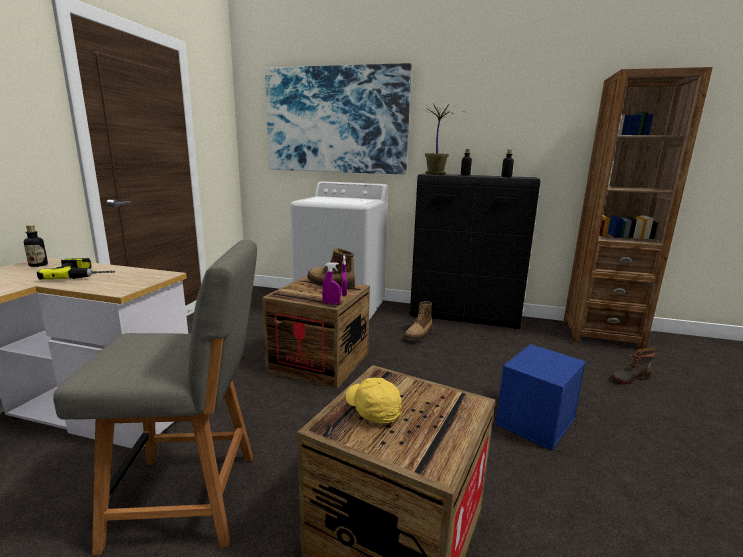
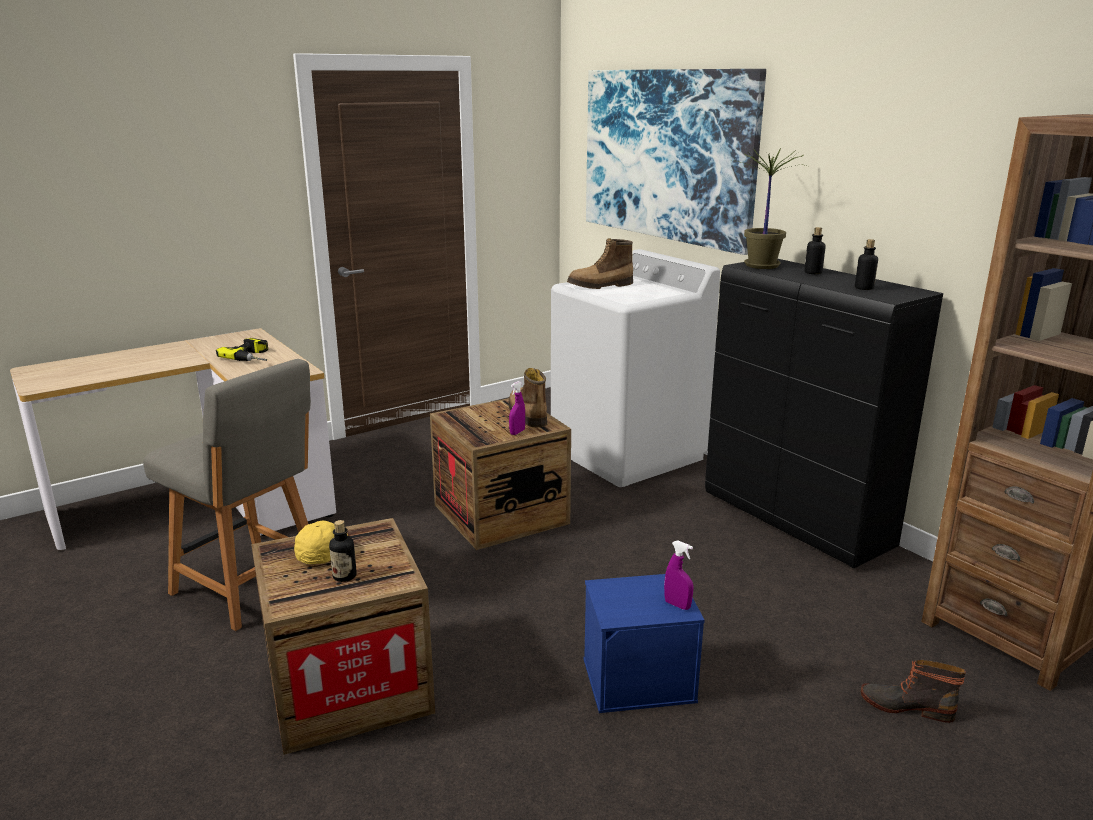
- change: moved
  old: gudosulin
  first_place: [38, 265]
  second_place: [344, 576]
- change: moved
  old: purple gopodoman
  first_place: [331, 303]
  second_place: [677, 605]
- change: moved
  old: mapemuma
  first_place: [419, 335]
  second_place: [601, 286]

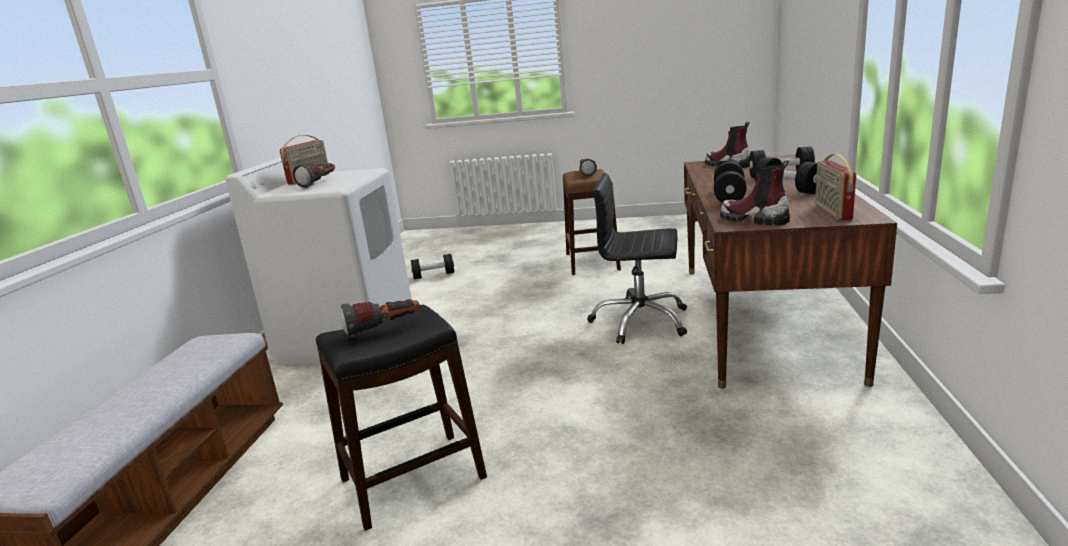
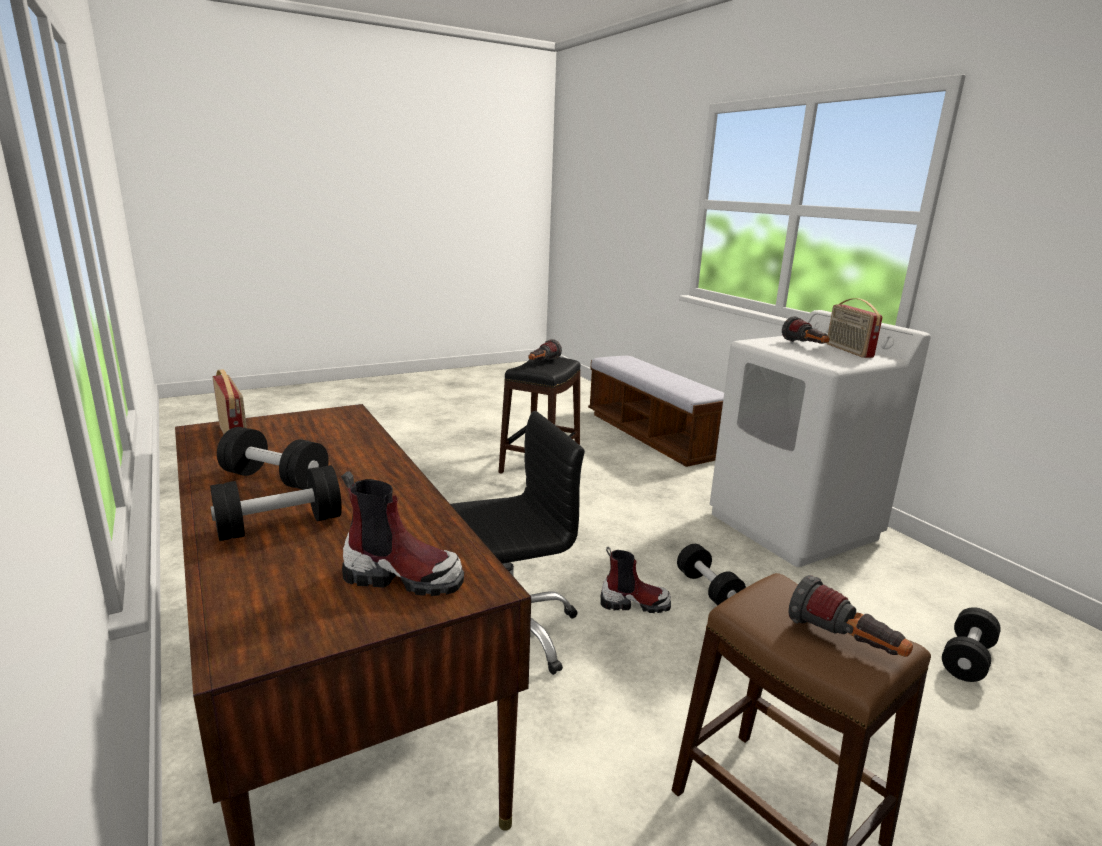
- change: moved
  old: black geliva
  first_place: [729, 196]
  second_place: [708, 589]
- change: moved
  old: mapemuma
  first_place: [753, 219]
  second_place: [634, 603]

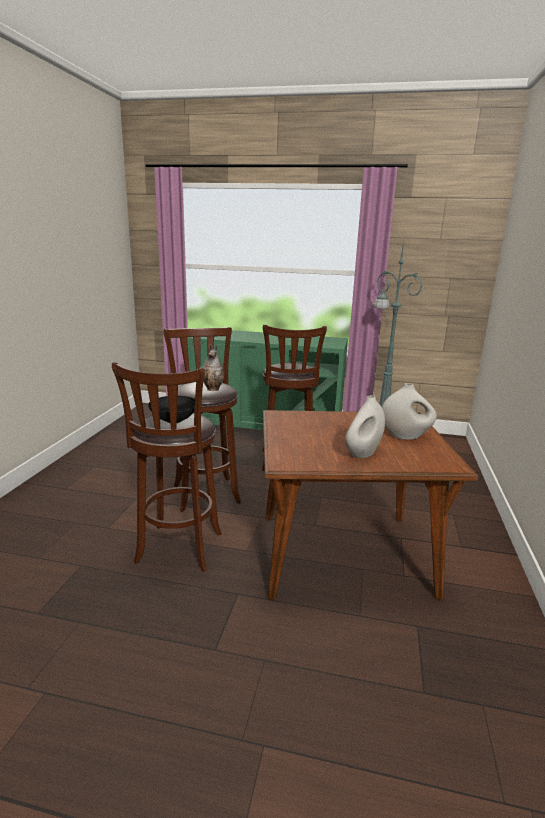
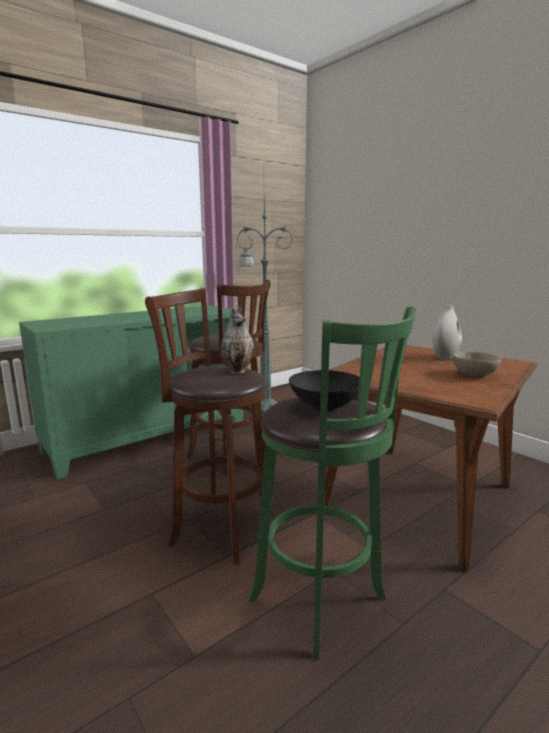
- change: recoloured
  old: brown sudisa
  new: green sudisa
  first_place: [178, 550]
  second_place: [323, 602]
- change: replaced
  old: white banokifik
  new: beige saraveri
  first_place: [363, 453]
  second_place: [474, 375]

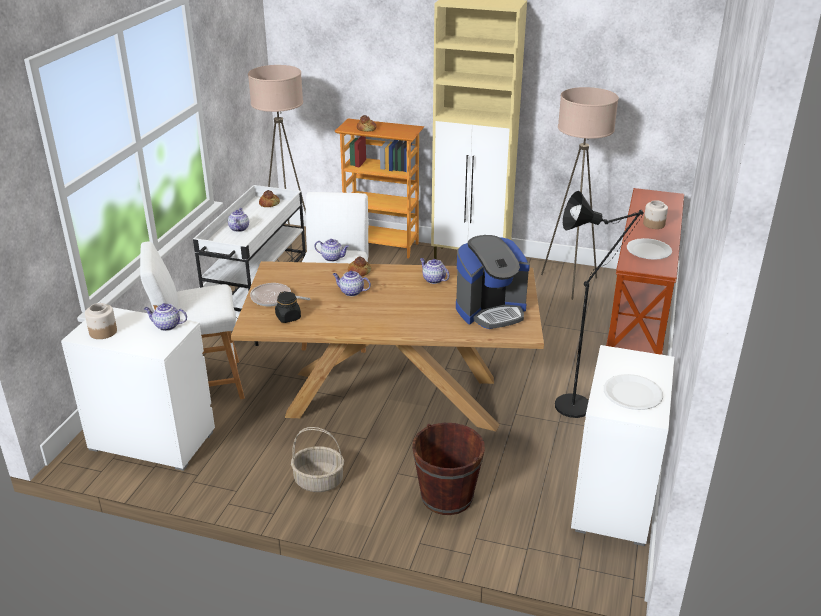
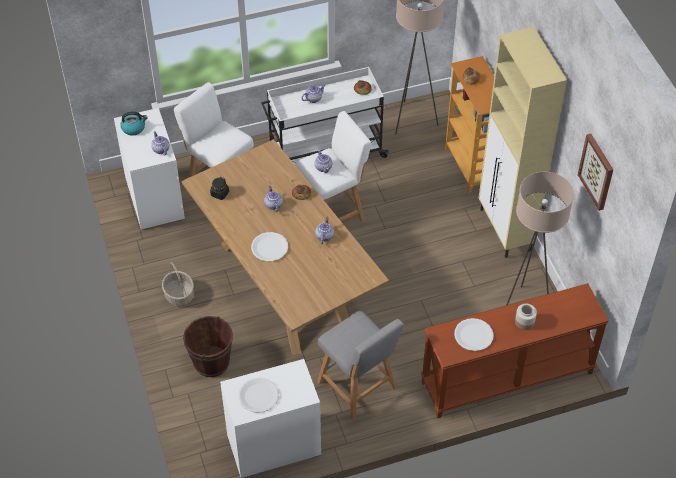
- change: replaced
  old: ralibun
  new: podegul
  first_place: [102, 332]
  second_place: [134, 128]
- change: removed
  old: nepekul
  first_place: [273, 298]
- change: removed
  old: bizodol
  first_place: [491, 311]
- change: replaced
  old: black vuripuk
  new: grey sudisa
  first_place: [580, 405]
  second_place: [359, 388]
- change: added
  new: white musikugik
  second_place: [269, 247]
- change: added
  new: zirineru
  second_place: [597, 171]

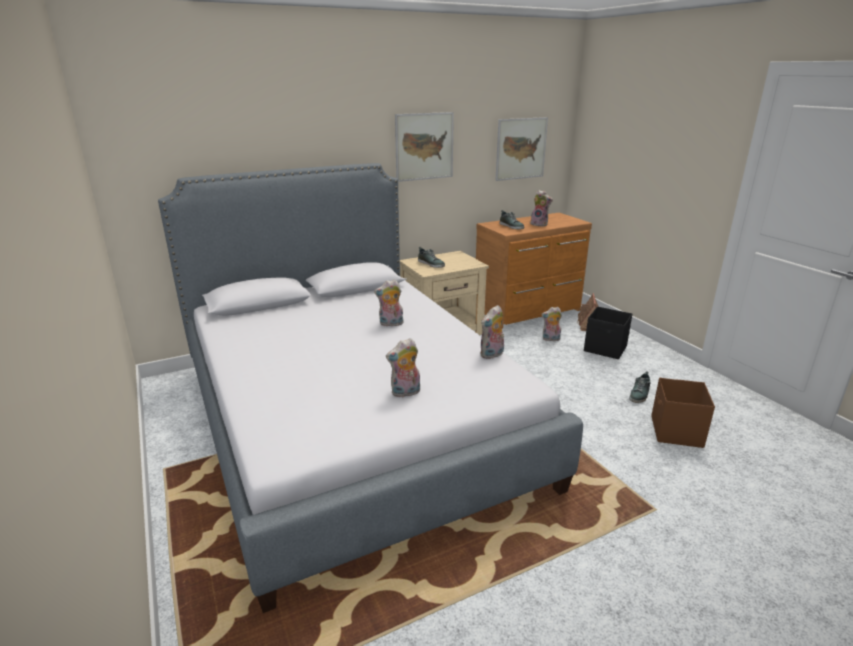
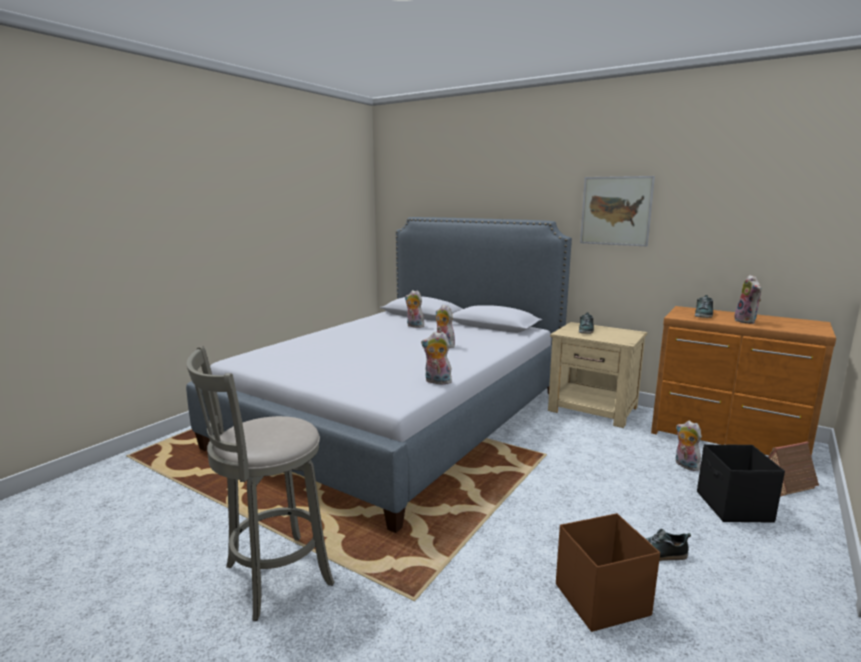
- change: moved
  old: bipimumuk
  first_place: [405, 393]
  second_place: [414, 326]
- change: removed
  old: zirineru
  first_place: [521, 148]
- change: added
  new: grey sudisa
  second_place: [272, 577]

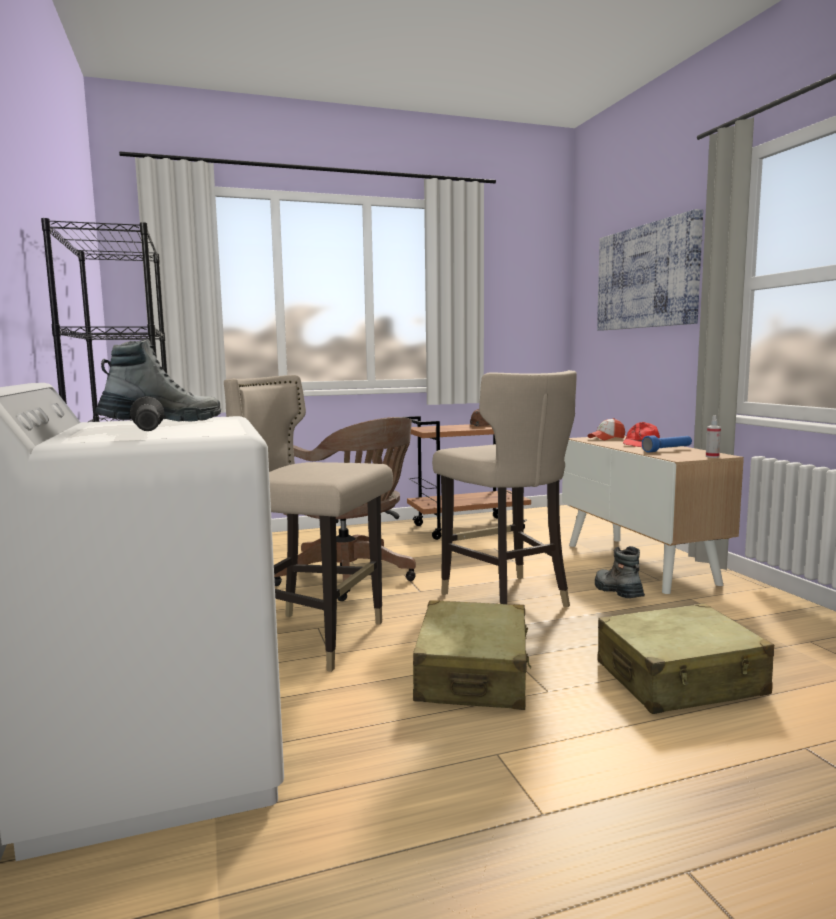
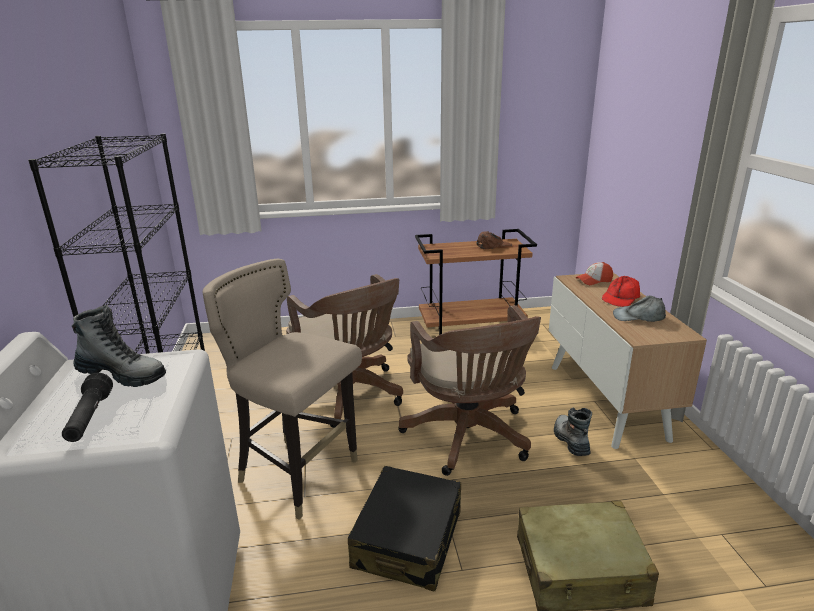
- change: turned
  old: mapemuma
  first_place: [162, 422]
  second_place: [122, 374]
  degrees: 45
- change: recoloured
  old: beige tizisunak
  new: black tizisunak
  first_place: [473, 675]
  second_place: [408, 539]
- change: replaced
  old: beige sudisa
  new: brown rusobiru
  first_place: [505, 598]
  second_place: [469, 438]
- change: removed
  old: zirineru
  first_place: [648, 277]
- change: replaced
  old: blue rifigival
  new: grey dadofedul
  first_place: [667, 450]
  second_place: [638, 316]
- change: removed
  old: gopodoman
  first_place: [712, 456]

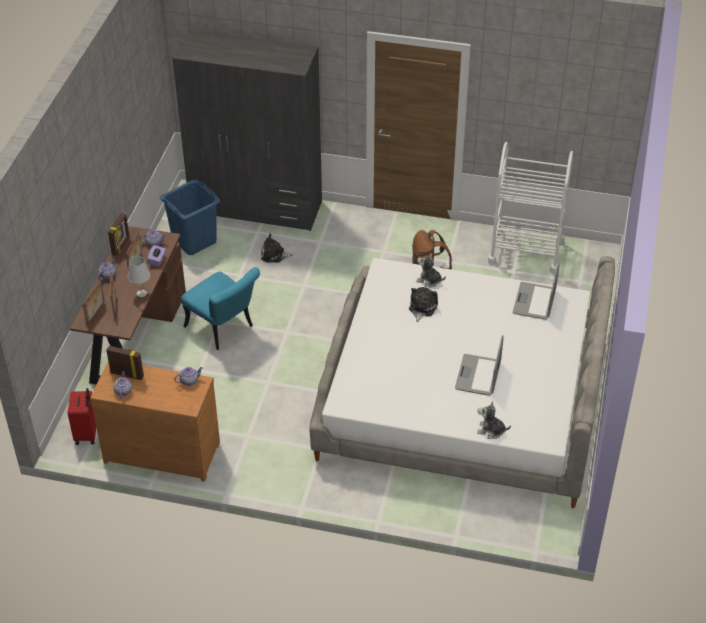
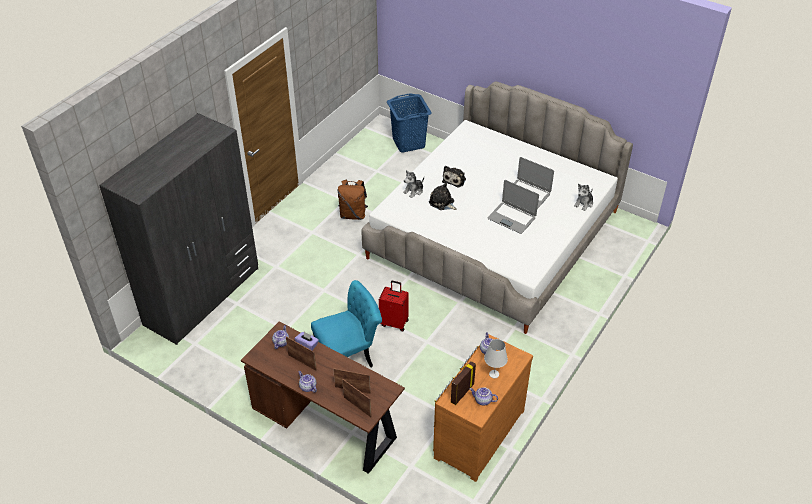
- change: moved
  old: red tizisunak
  first_place: [87, 434]
  second_place: [394, 322]
- change: removed
  old: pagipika
  first_place: [121, 246]
- change: moved
  old: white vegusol
  first_place: [141, 293]
  second_place: [494, 374]
- change: moved
  old: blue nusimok
  first_place: [195, 241]
  second_place: [409, 143]
- change: moved
  old: bipimumuk
  first_place: [274, 255]
  second_place: [455, 179]
- change: removed
  old: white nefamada
  first_place: [526, 251]
- change: moved
  old: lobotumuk
  first_place: [535, 301]
  second_place: [511, 218]

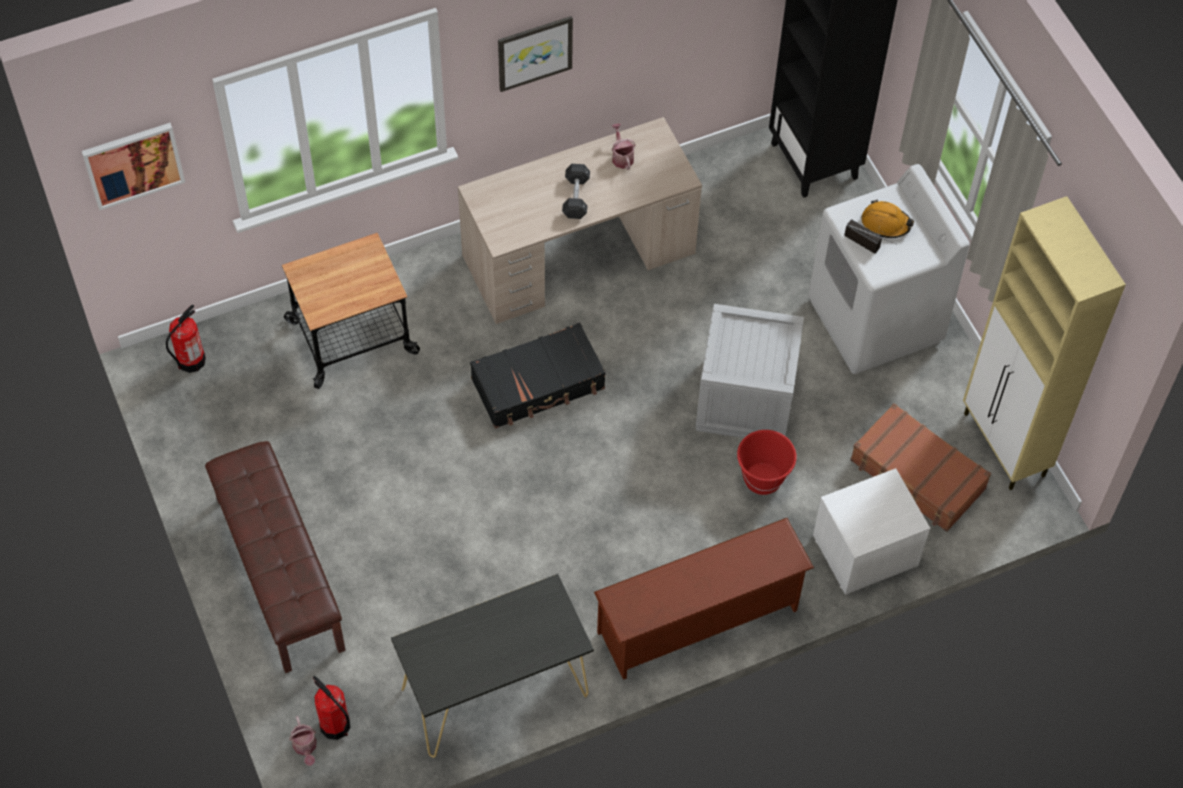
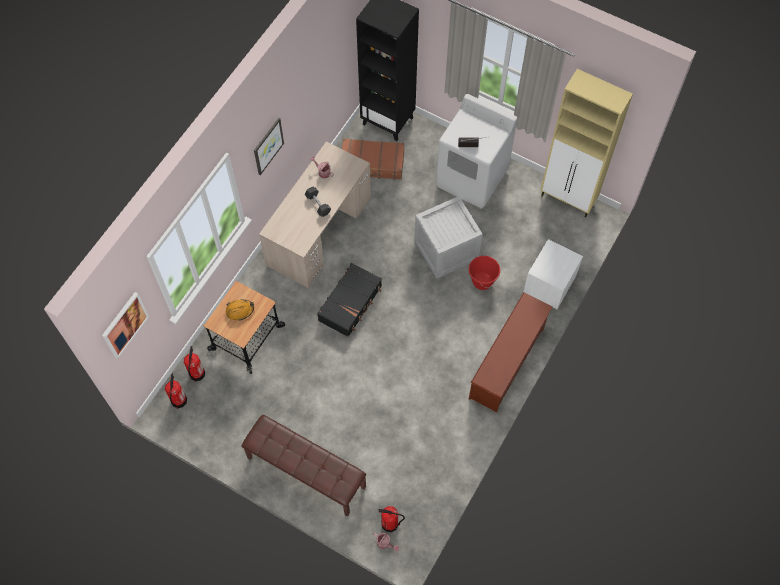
- change: removed
  old: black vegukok
  first_place: [494, 692]
- change: moved
  old: brown tizisunak
  first_place: [917, 476]
  second_place: [372, 164]
- change: moved
  old: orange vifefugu
  first_place: [885, 223]
  second_place: [240, 310]
- change: added
  new: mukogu
  second_place: [197, 374]

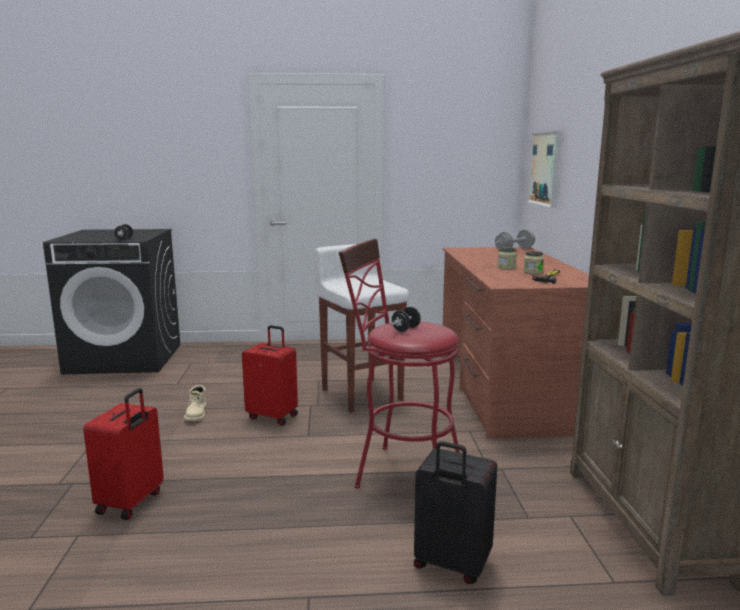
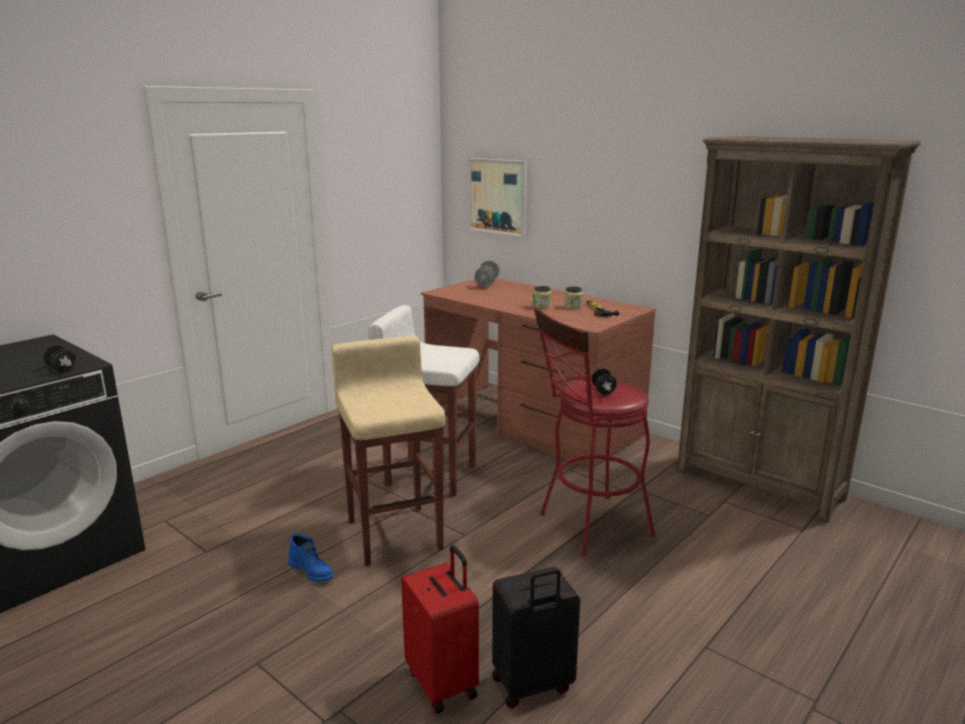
- change: recoloured
  old: beige mapemuma
  new: blue mapemuma
  first_place: [197, 414]
  second_place: [312, 571]
- change: replaced
  old: red tizisunak
  new: beige sudisa
  first_place: [273, 416]
  second_place: [395, 533]
- change: moved
  old: black tizisunak
  first_place: [451, 565]
  second_place: [532, 686]

